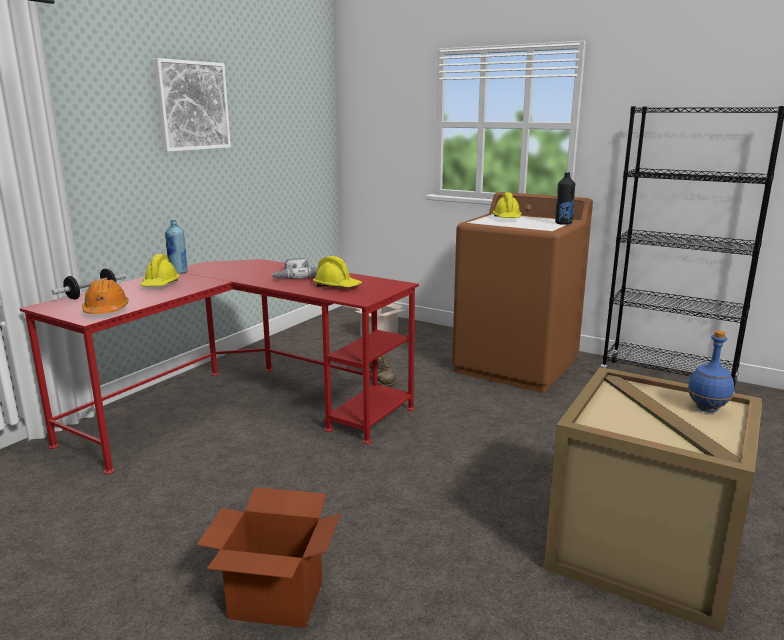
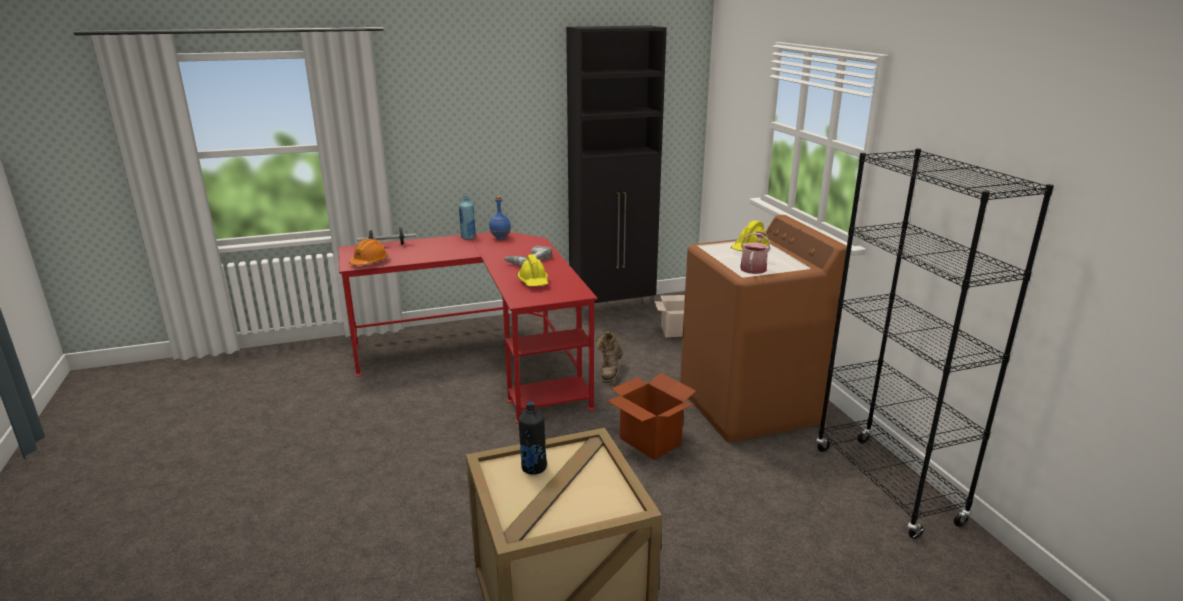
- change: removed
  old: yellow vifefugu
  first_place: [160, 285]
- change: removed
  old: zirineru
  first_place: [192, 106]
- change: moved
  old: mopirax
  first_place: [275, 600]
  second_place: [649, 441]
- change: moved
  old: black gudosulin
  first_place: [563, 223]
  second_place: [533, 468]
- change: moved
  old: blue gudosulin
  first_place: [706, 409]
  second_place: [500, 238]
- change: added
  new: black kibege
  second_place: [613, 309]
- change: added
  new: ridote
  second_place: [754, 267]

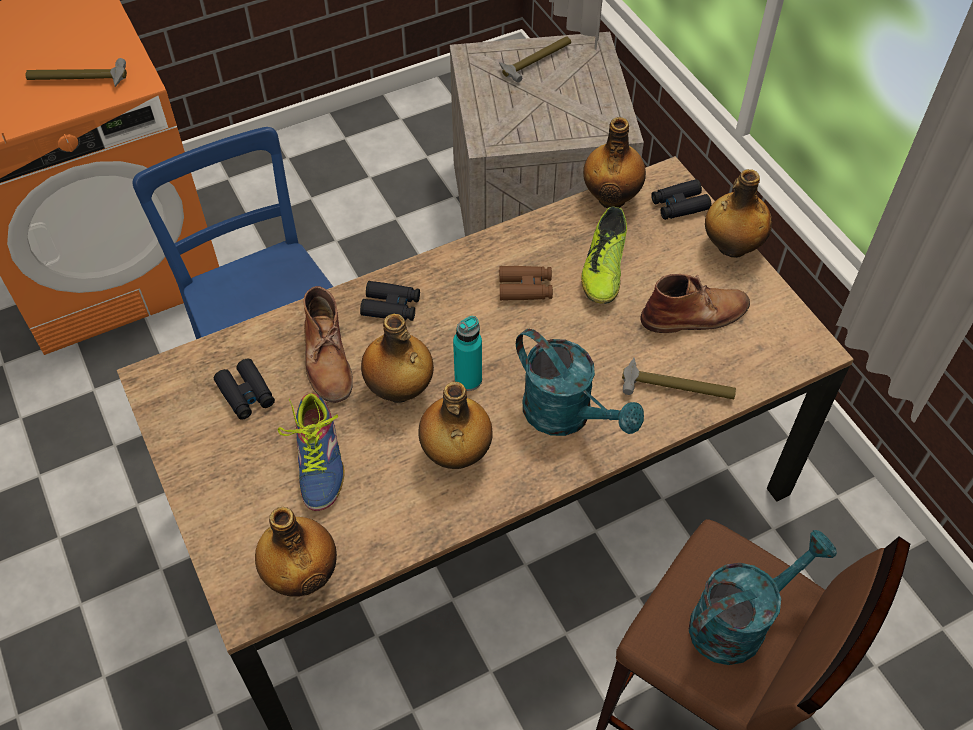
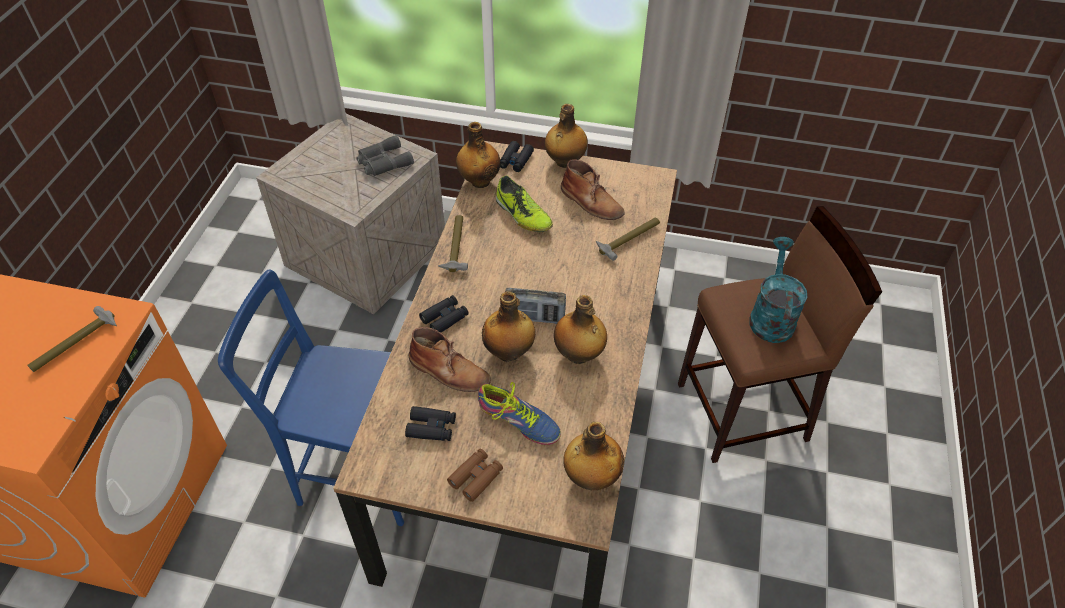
- change: replaced
  old: turquoise gudosulin
  new: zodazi
  first_place: [468, 379]
  second_place: [534, 317]
- change: moved
  old: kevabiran
  first_place: [536, 61]
  second_place: [456, 247]
- change: moved
  old: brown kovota
  first_place: [525, 288]
  second_place: [476, 477]
- change: removed
  old: turquoise ridote
  first_place: [567, 416]
- change: turned
  old: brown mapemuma
  first_place: [696, 314]
  second_place: [591, 202]
  degrees: 105
- change: added
  new: grey kovota
  second_place: [383, 162]

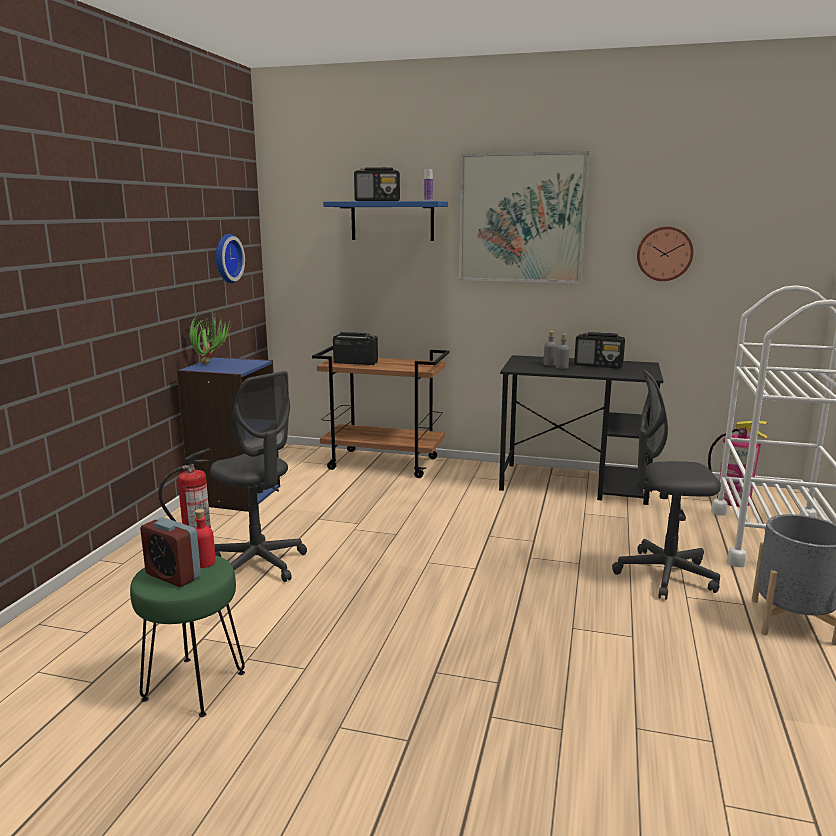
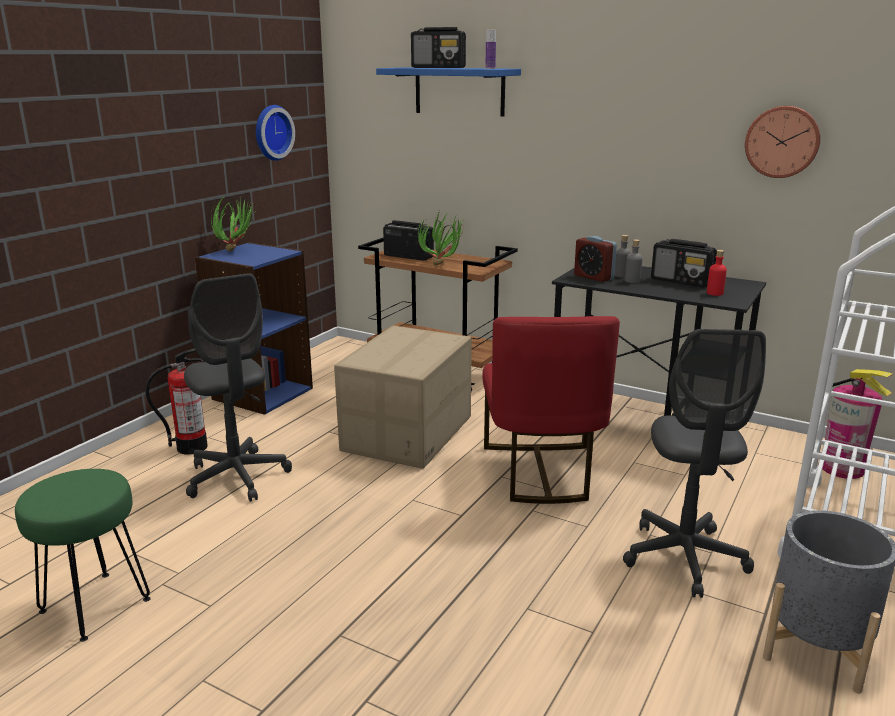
- change: moved
  old: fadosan
  first_place: [173, 576]
  second_place: [593, 277]
- change: moved
  old: red gudosulin
  first_place: [204, 563]
  second_place: [714, 293]
- change: removed
  old: zirineru
  first_place: [521, 218]
- change: turned
  old: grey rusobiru
  first_place: [665, 575]
  second_place: [684, 558]
  degrees: -105
- change: added
  new: mopirax
  second_place: [408, 434]
- change: added
  new: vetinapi
  second_place: [443, 265]
- change: added
  new: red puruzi
  second_place: [541, 472]

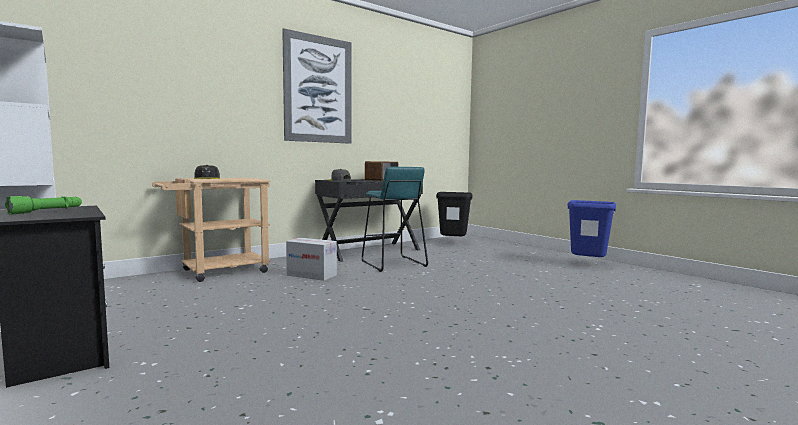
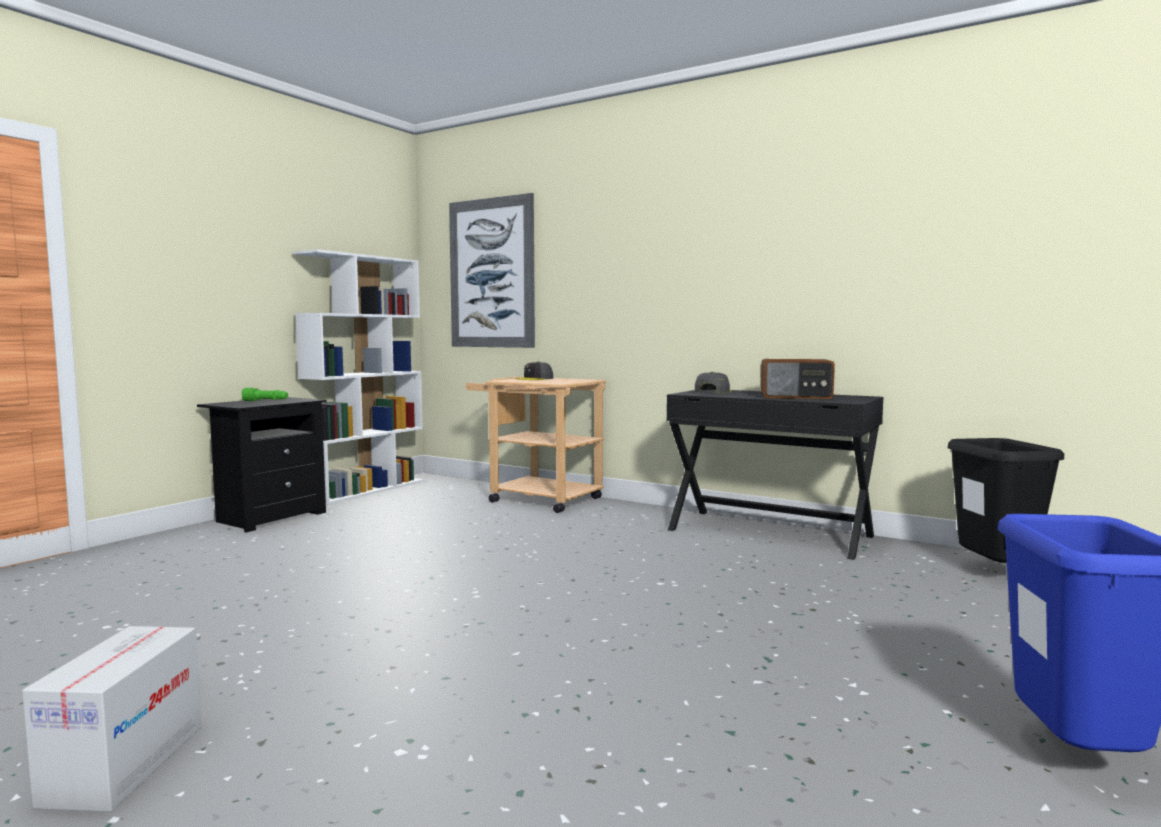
- change: moved
  old: zirineru
  first_place: [318, 89]
  second_place: [491, 273]
- change: moved
  old: mopirax
  first_place: [311, 275]
  second_place: [124, 764]
- change: removed
  old: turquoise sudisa
  first_place: [393, 264]

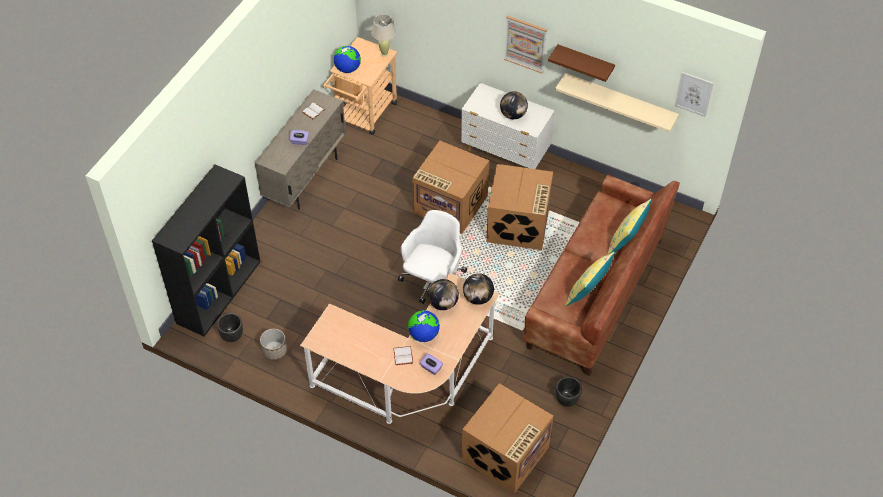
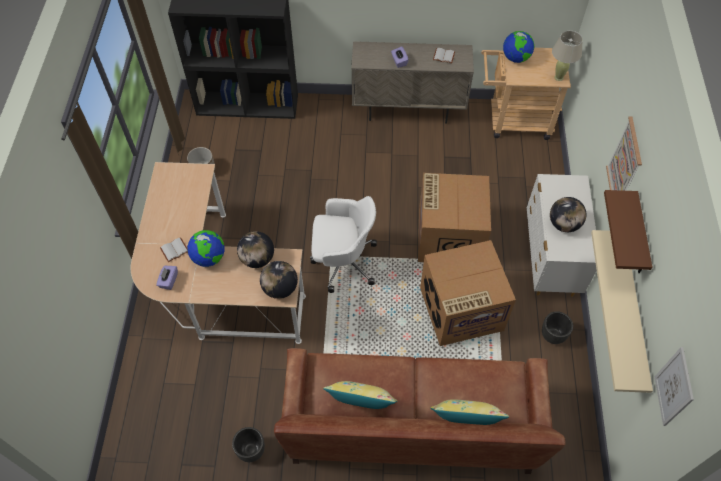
- change: moved
  old: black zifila
  first_place: [232, 335]
  second_place: [553, 335]
- change: removed
  old: mopirax
  first_place: [505, 455]

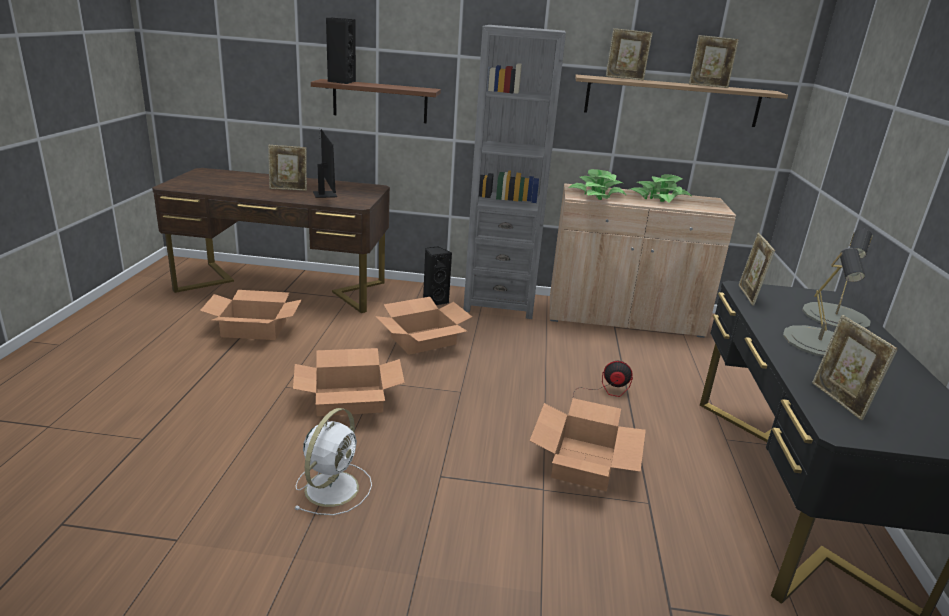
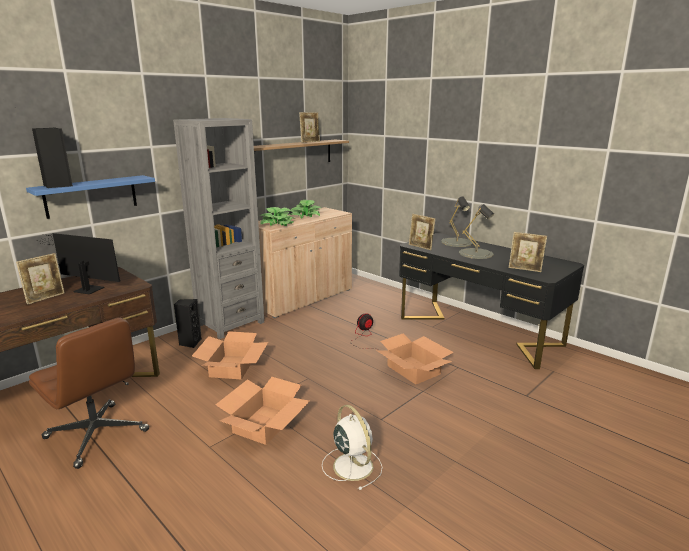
- change: replaced
  old: mopirax
  new: brown rusobiru
  first_place: [254, 329]
  second_place: [97, 435]
- change: recoloured
  old: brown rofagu
  new: blue rofagu
  first_place: [380, 101]
  second_place: [91, 196]
- change: removed
  old: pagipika
  first_place: [625, 78]

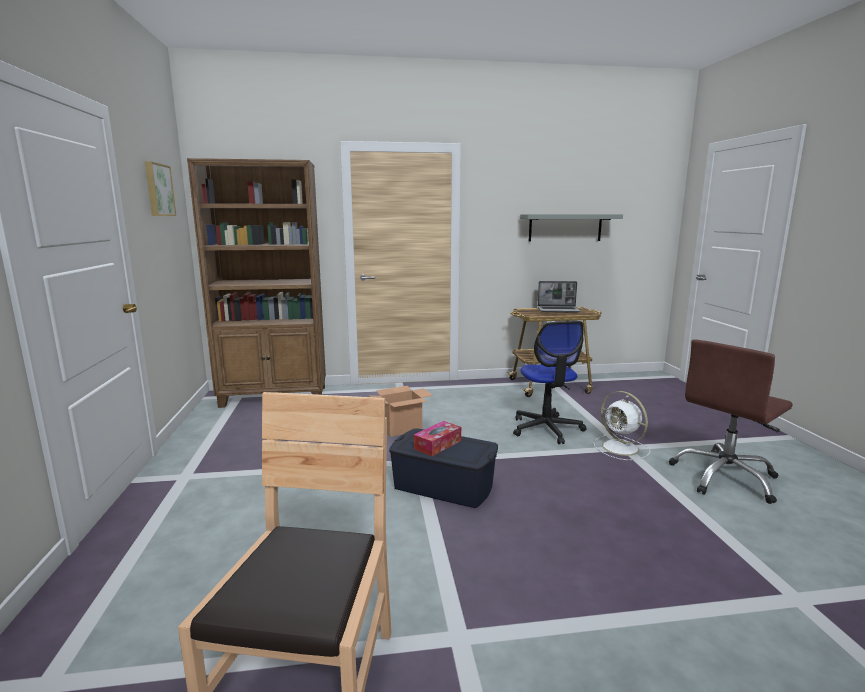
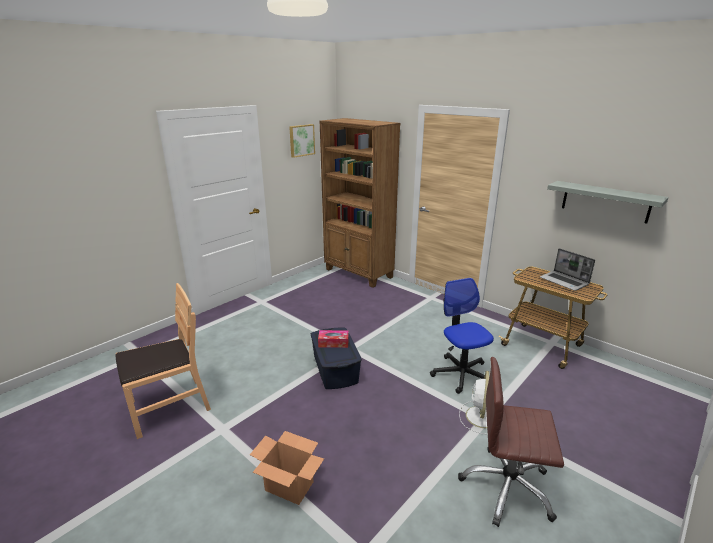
- change: moved
  old: mopirax
  first_place: [401, 428]
  second_place: [290, 486]
- change: turned
  old: rusobiru
  first_place: [546, 429]
  second_place: [461, 374]
  degrees: 120

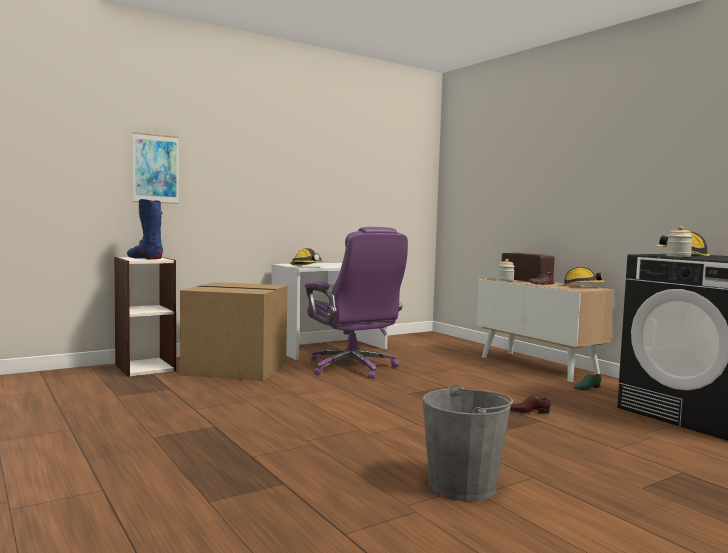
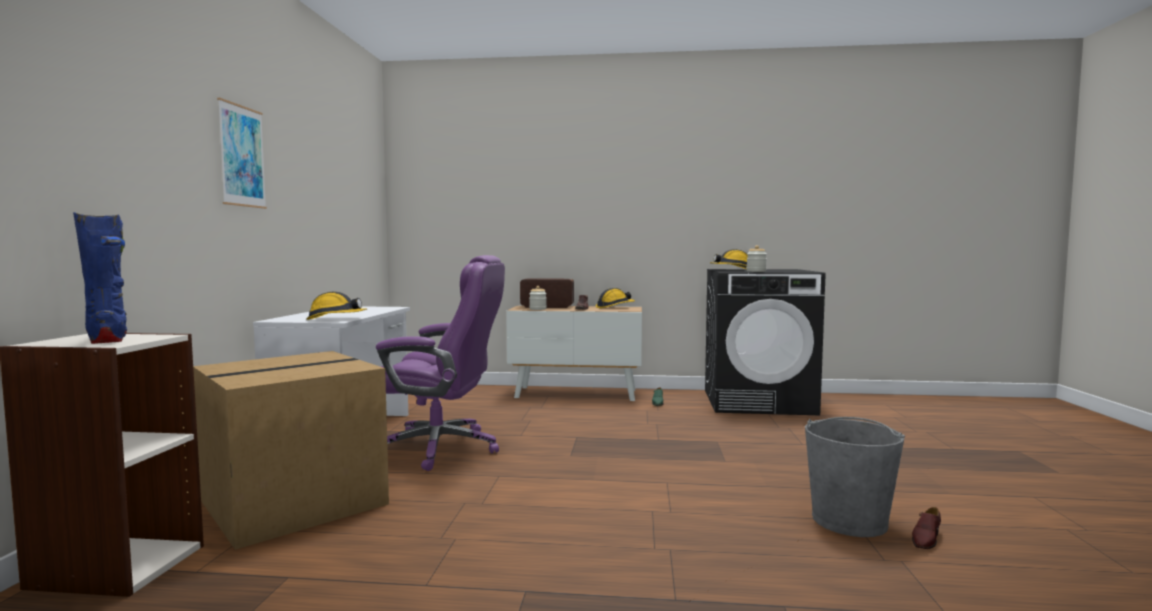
- change: turned
  old: blue mapemuma
  first_place: [145, 258]
  second_place: [107, 339]
  degrees: 75
- change: moved
  old: zirineru
  first_place: [156, 169]
  second_place: [242, 156]
- change: moved
  old: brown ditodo
  first_place: [529, 412]
  second_place: [925, 539]

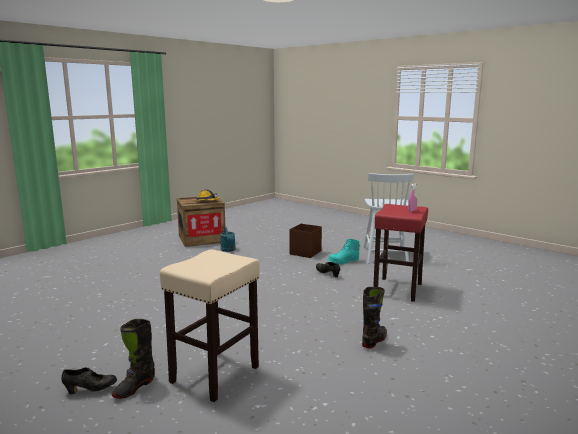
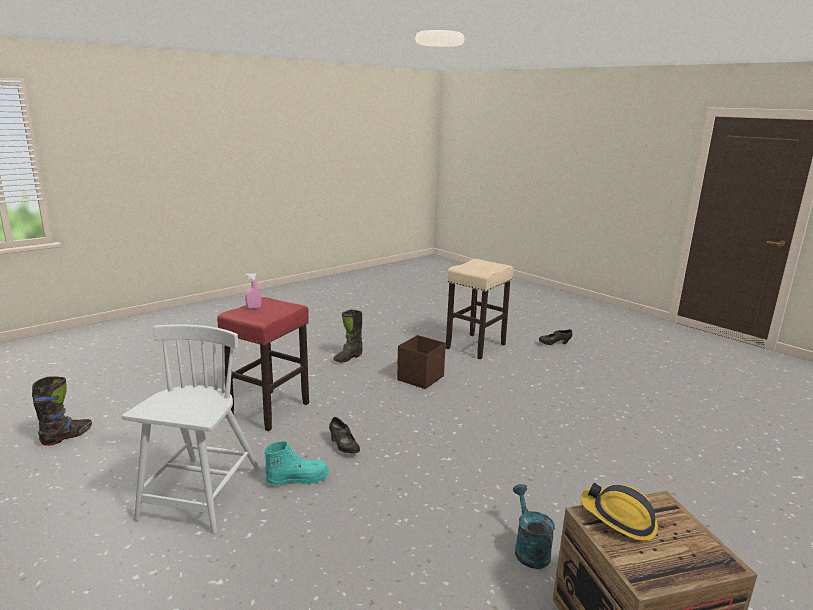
- change: moved
  old: black mapemuma
  first_place: [134, 387]
  second_place: [67, 436]
- change: moved
  old: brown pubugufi
  first_place: [305, 253]
  second_place: [421, 378]

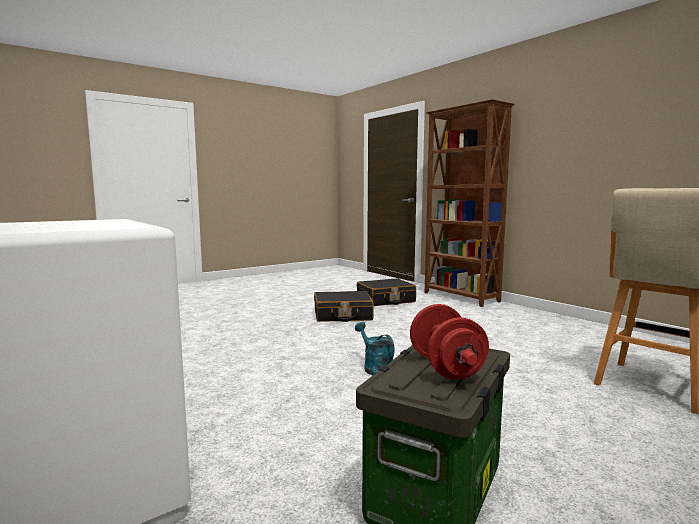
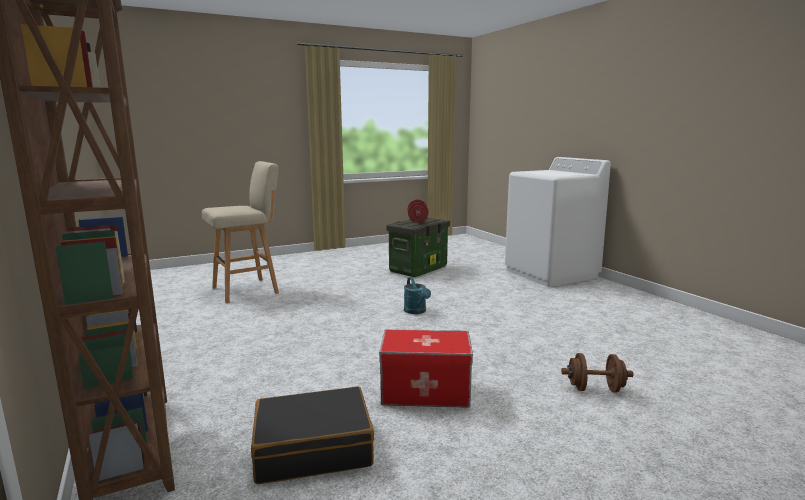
- change: replaced
  old: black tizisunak
  new: pubugufi
  first_place: [342, 315]
  second_place: [425, 392]
- change: added
  new: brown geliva
  second_place: [595, 389]

